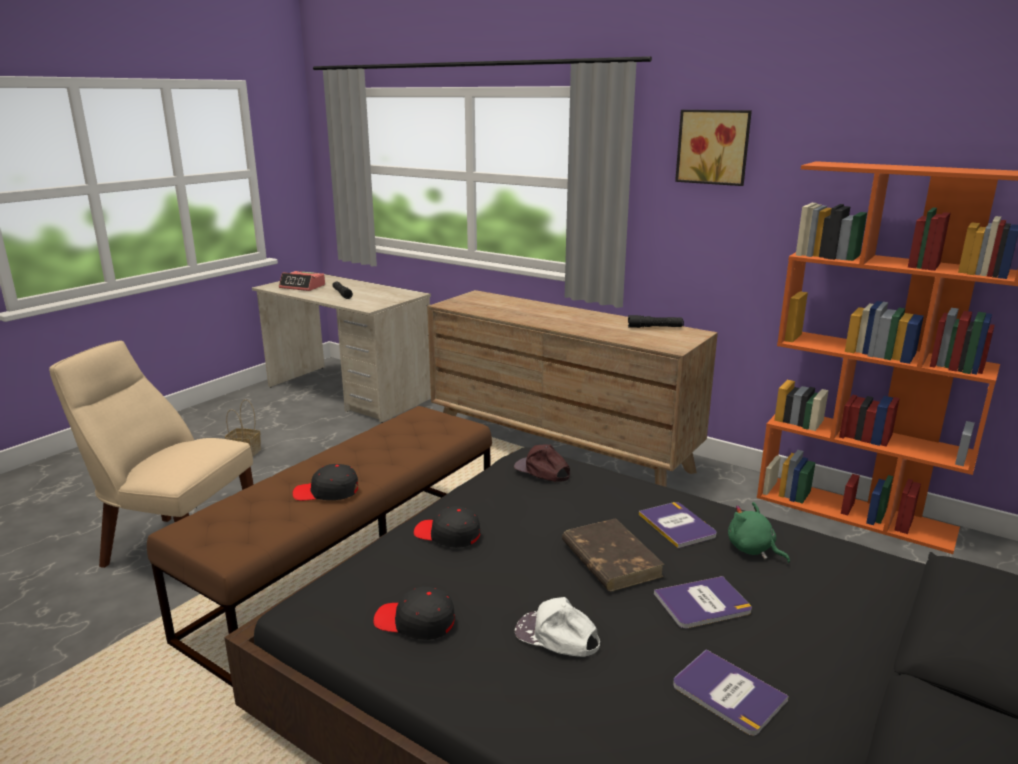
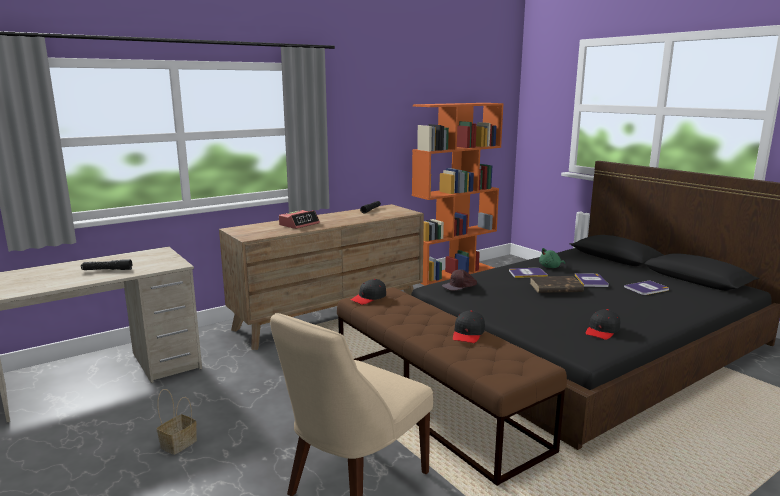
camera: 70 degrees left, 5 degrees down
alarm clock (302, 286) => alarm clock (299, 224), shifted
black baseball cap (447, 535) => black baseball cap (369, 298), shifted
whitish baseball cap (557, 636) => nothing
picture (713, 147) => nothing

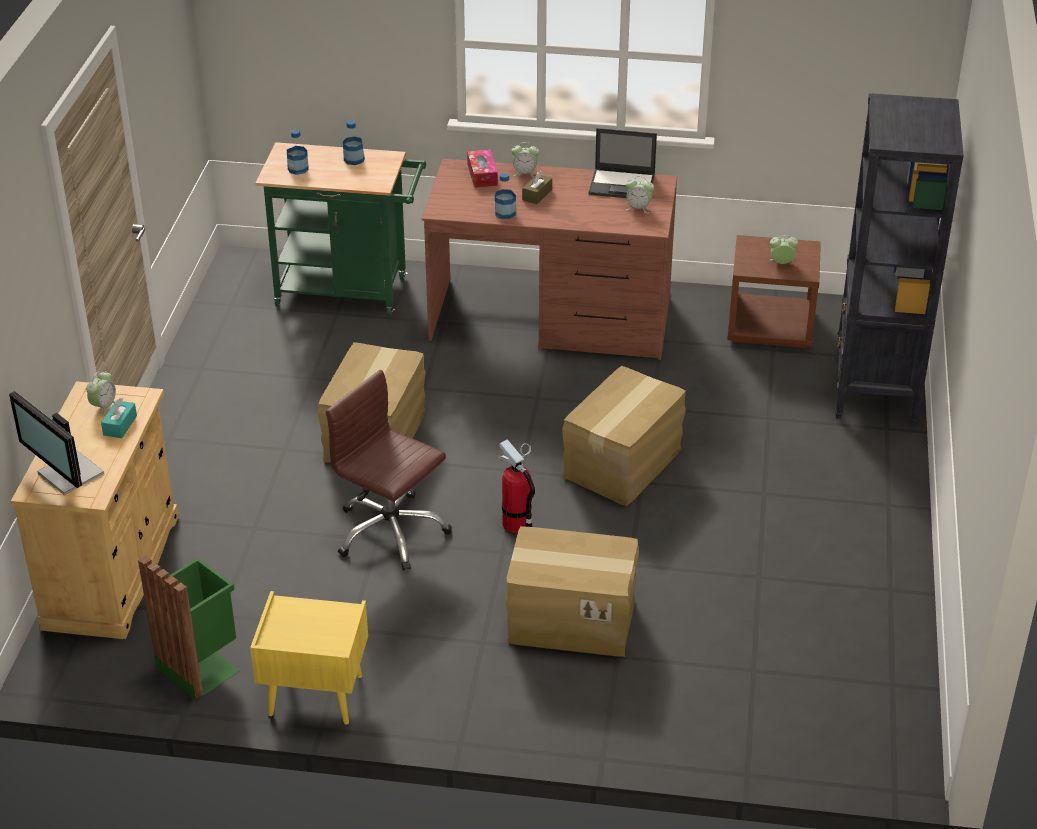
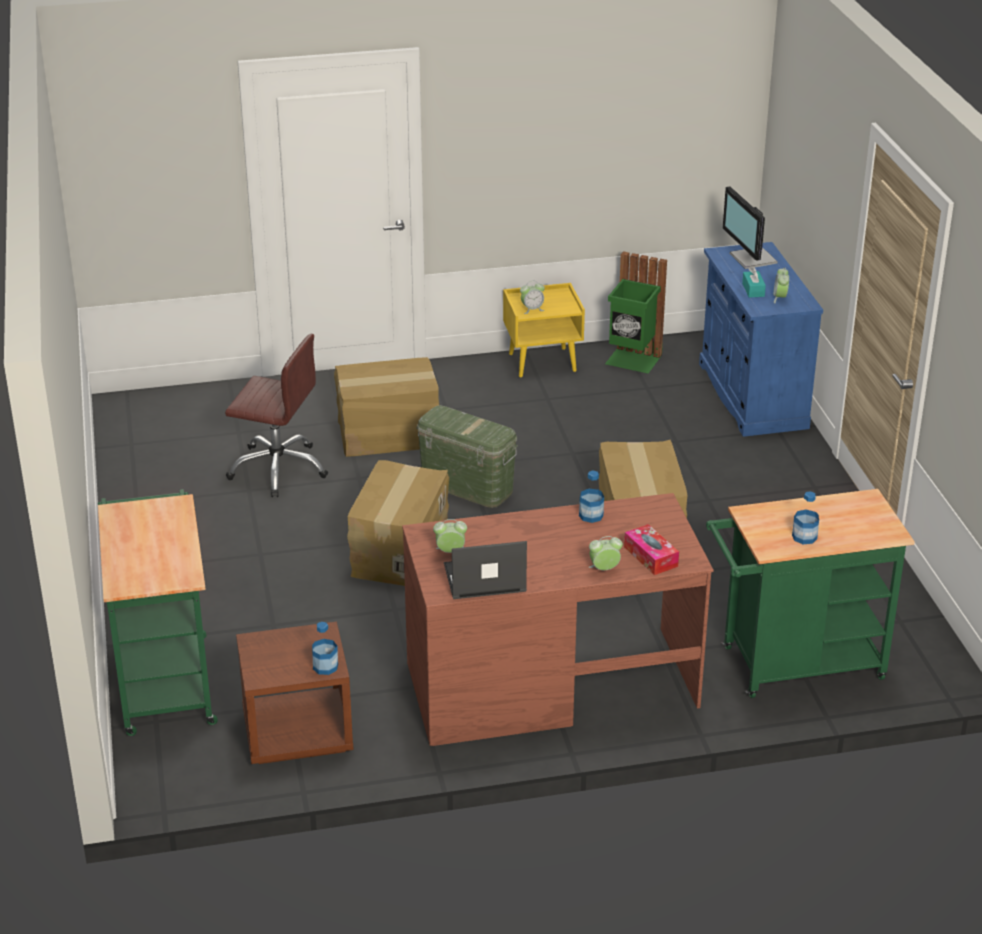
camera: 160 degrees right, 5 degrees down
black shelving unit (874, 392) => green-coloured wheeled cart (165, 678)
brown office chair (390, 532) => brown office chair (278, 469), shifted
drink bottle (298, 169) => drink bottle (325, 667), shifted
fire extinguisher (517, 524) => green-coloured storage box (467, 486)
alarm clock (781, 263) => alarm clock (532, 309), shifted
sand-coloured cabinet (112, 571) => blue-coloured cabinet (752, 395)
computer screen (69, 475) => computer screen (751, 259), 135 degrees counterclockwise
brown box of tissues (537, 195) => nothing

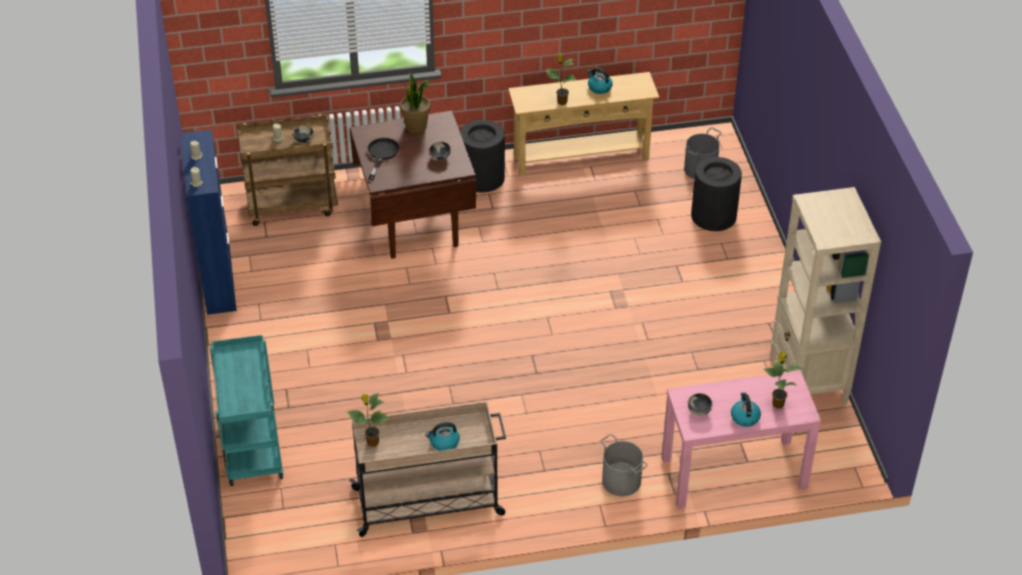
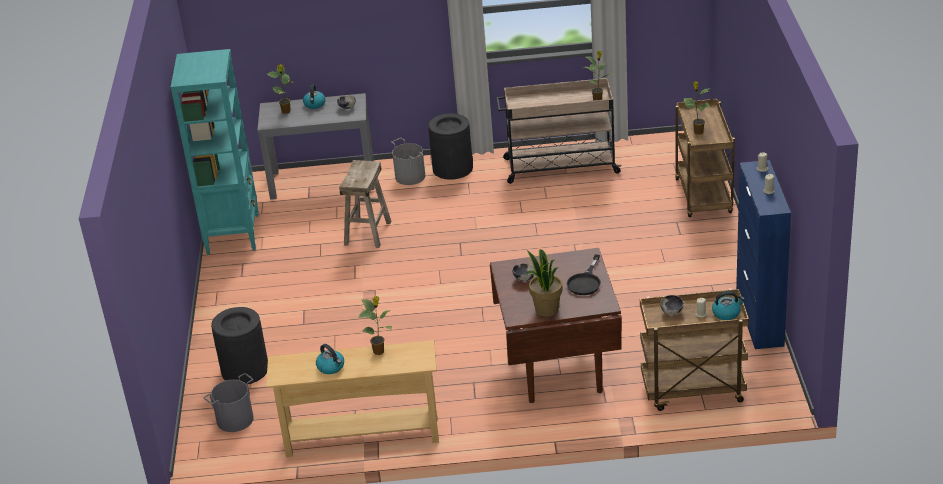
camera: 170 degrees left, 10 degrees down
sand-coloured shelving unit (807, 382) => turquoise-coloured shelving unit (233, 234)
pink-coloured hall table (733, 473) => grey hall table (323, 180)
nothing => sand-coloured stool seat (368, 233)
black waste bin (482, 178) => black waste bin (452, 168), shifted
turquoise-coloured wheeled cart (251, 446) => brown wheeled cart (704, 197)
nothing => potted plant (697, 132)
tea kettle (444, 442) => tea kettle (726, 313), shifted

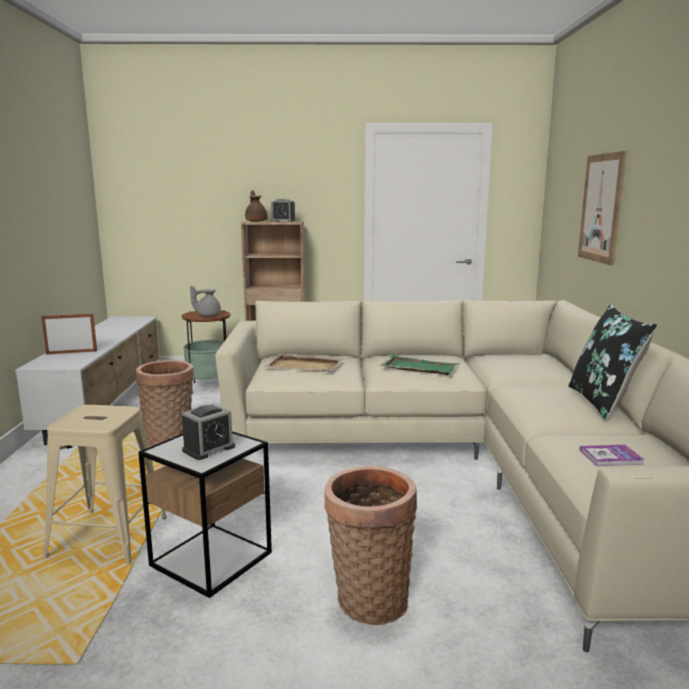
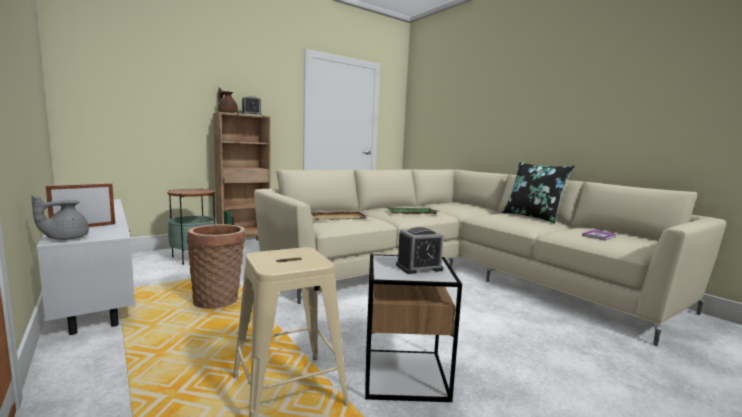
camera: 35 degrees left, 5 degrees down
grey tea pot (207, 315) => grey tea pot (65, 238), shifted
alarm clock (208, 449) => alarm clock (419, 267), 60 degrees clockwise
storage basket (368, 598) => nothing
picture (601, 208) => nothing

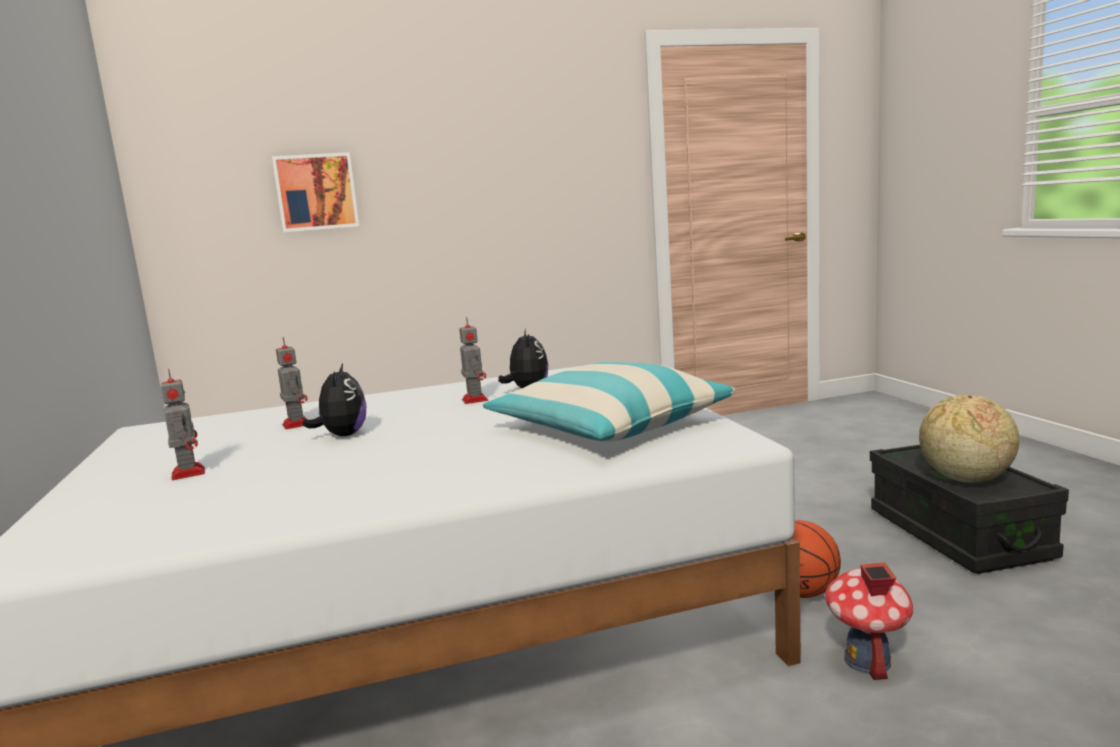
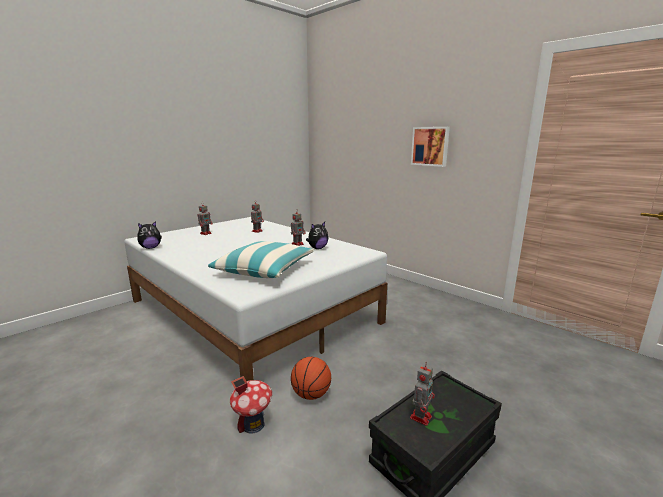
camera: 60 degrees right, 5 degrees up
plush toy (342, 435) => plush toy (150, 248), shifted
globe (965, 479) => toy robot (421, 416)
picture (316, 192) => picture (430, 146), shifted

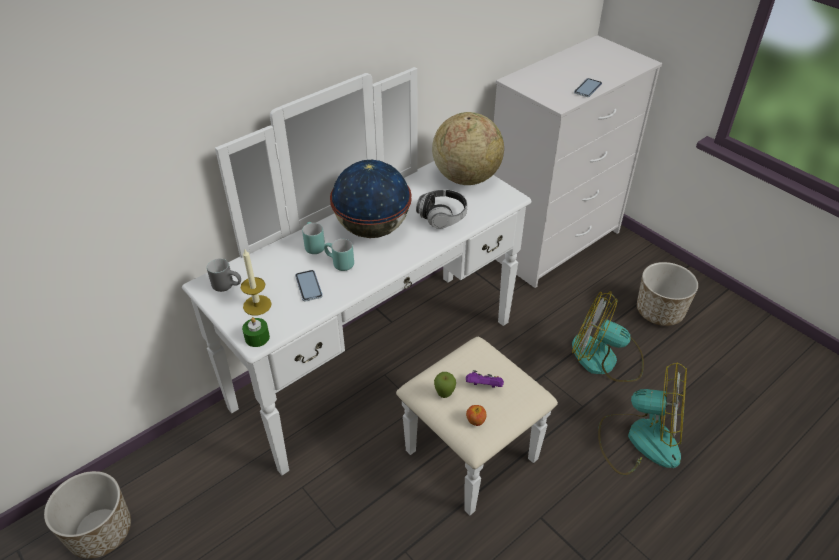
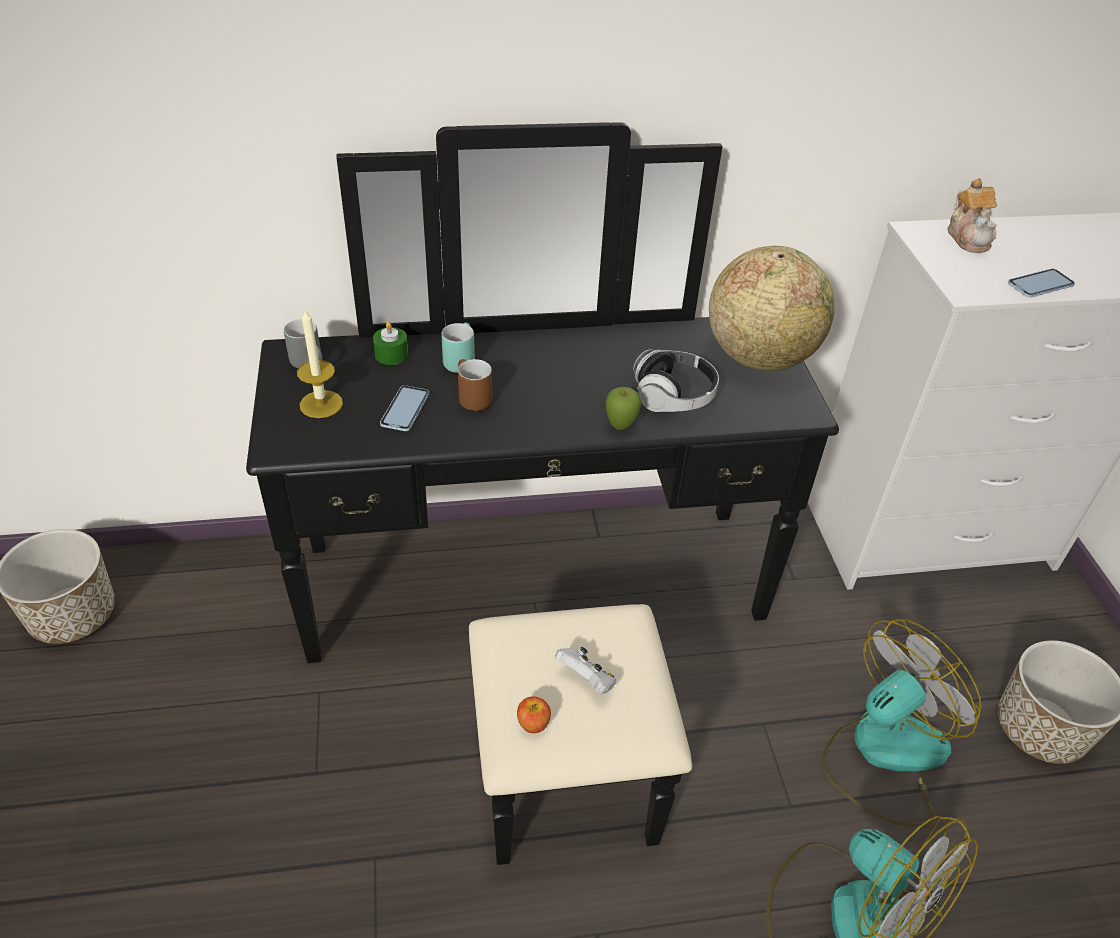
camera: 30 degrees right, 0 degrees up
whitish drawer chest (397, 382) => black drawer chest (543, 621)
green-coloured wax light (257, 337) => green-coloured wax light (391, 354), shifted
turquoise-coloured mug (338, 264) => brown mug (470, 398)
purple gamepad (484, 386) => whitish gamepad (587, 680)
apple (444, 395) => apple (620, 427), shifted
cooling fan (605, 359) => cooling fan (883, 754), 90 degrees clockwise
nothing => tea pot (968, 238)
globe (372, 229) => nothing

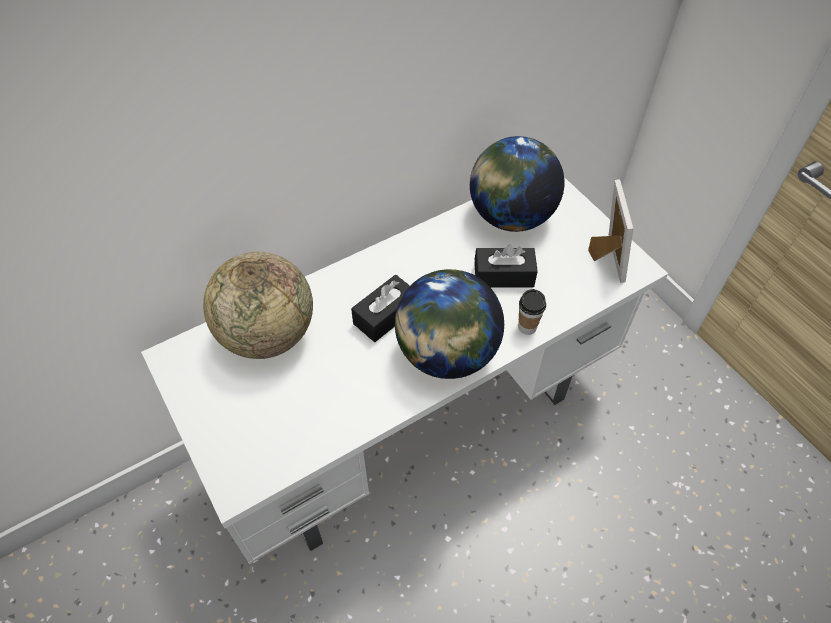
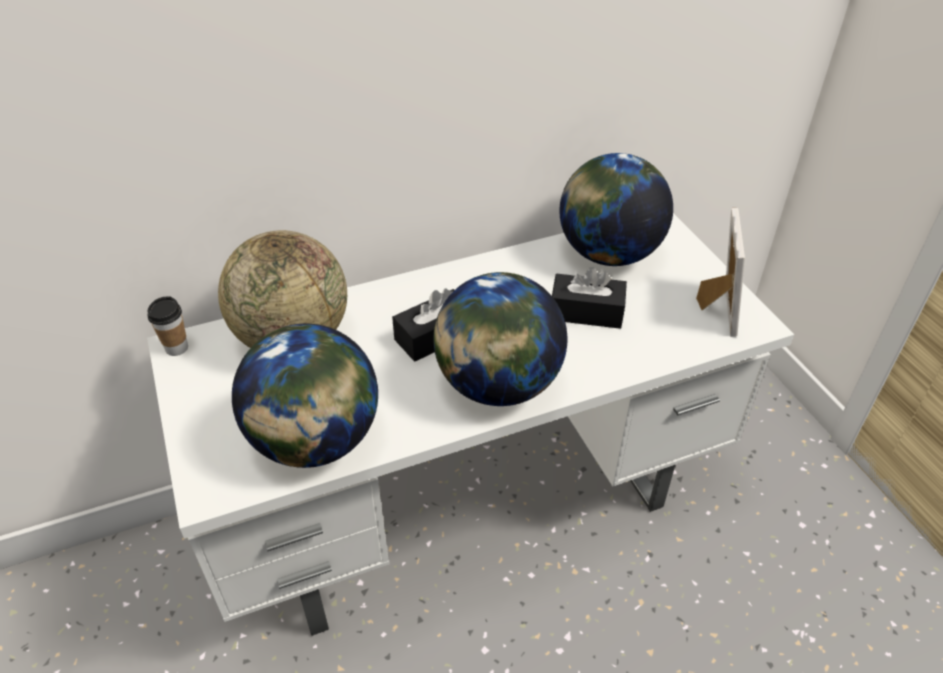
camera: 10 degrees right, 10 degrees down
small cup (527, 327) => small cup (177, 348), shifted
nothing => globe (315, 441)

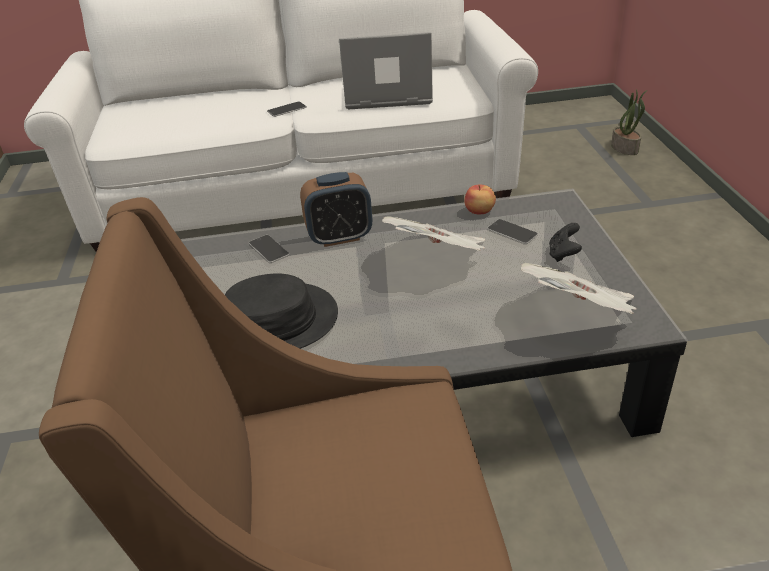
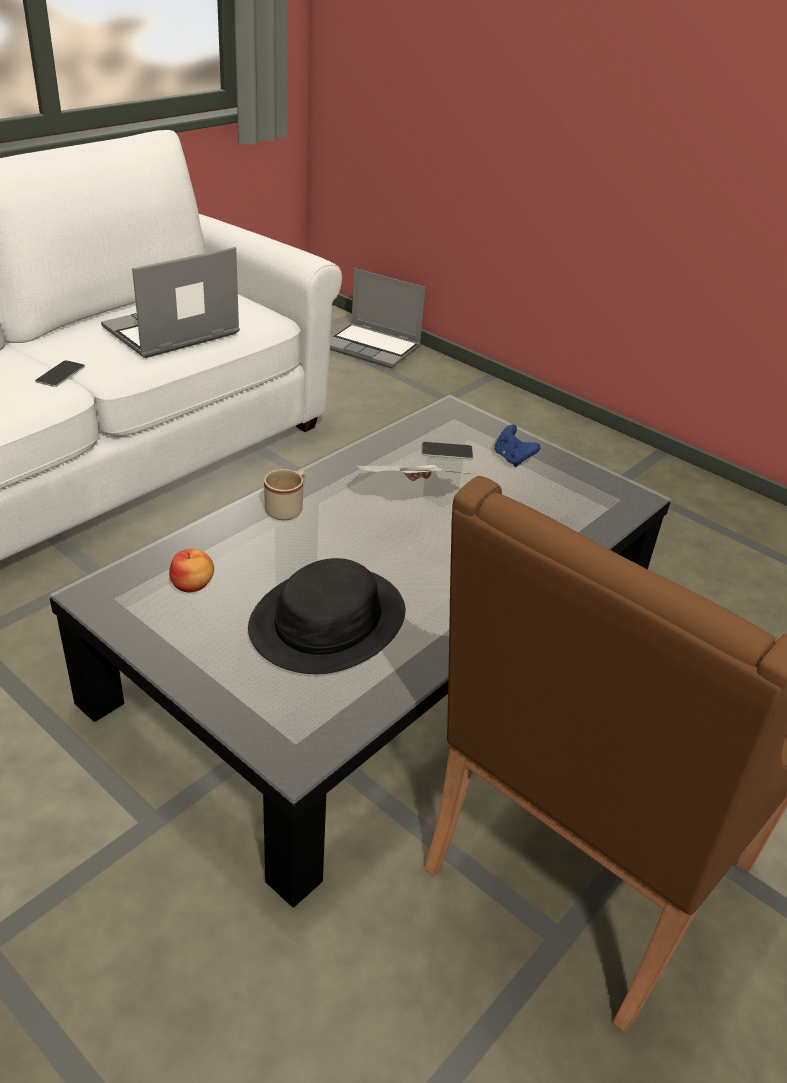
camera: 45 degrees left, 0 degrees up
apple (479, 211) => apple (193, 586), shifted
alarm clock (339, 237) => sand-coloured mug (287, 508)
potted plant (625, 148) => portable computer (373, 347)
black gamepad (563, 254) => blue-coloured gamepad (512, 458)
telephone (268, 249) => nothing
printed paper (580, 312) => nothing

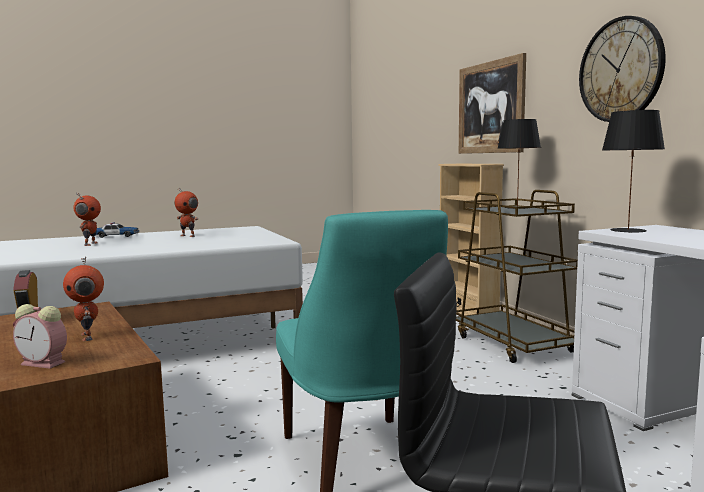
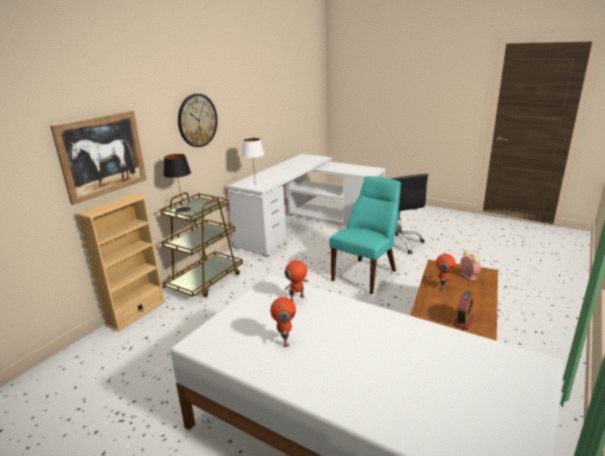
camera: 125 degrees left, 15 degrees up
black table lamp (628, 230) => whitish table lamp (255, 186)
toy robot (90, 244) => toy robot (297, 299), shifted
toy car (115, 236) => nothing

